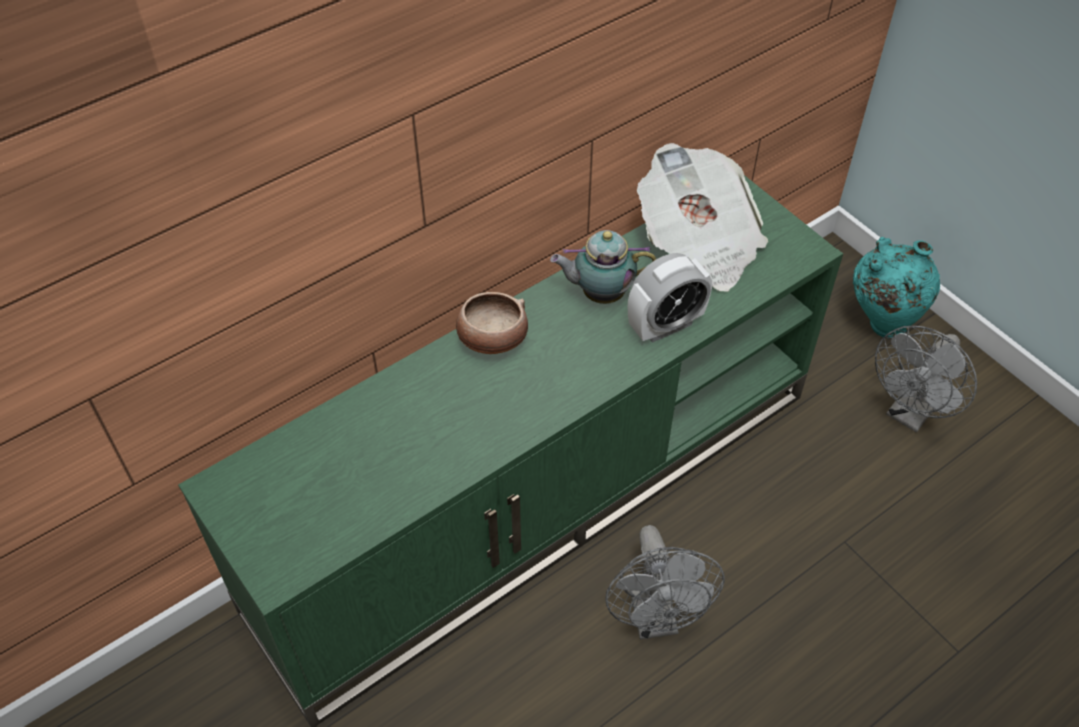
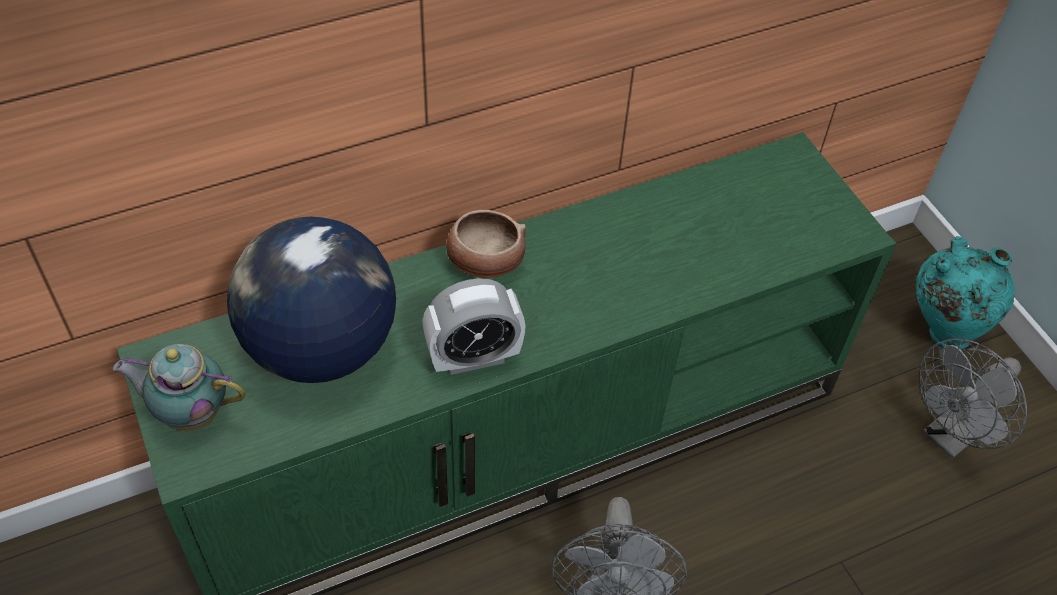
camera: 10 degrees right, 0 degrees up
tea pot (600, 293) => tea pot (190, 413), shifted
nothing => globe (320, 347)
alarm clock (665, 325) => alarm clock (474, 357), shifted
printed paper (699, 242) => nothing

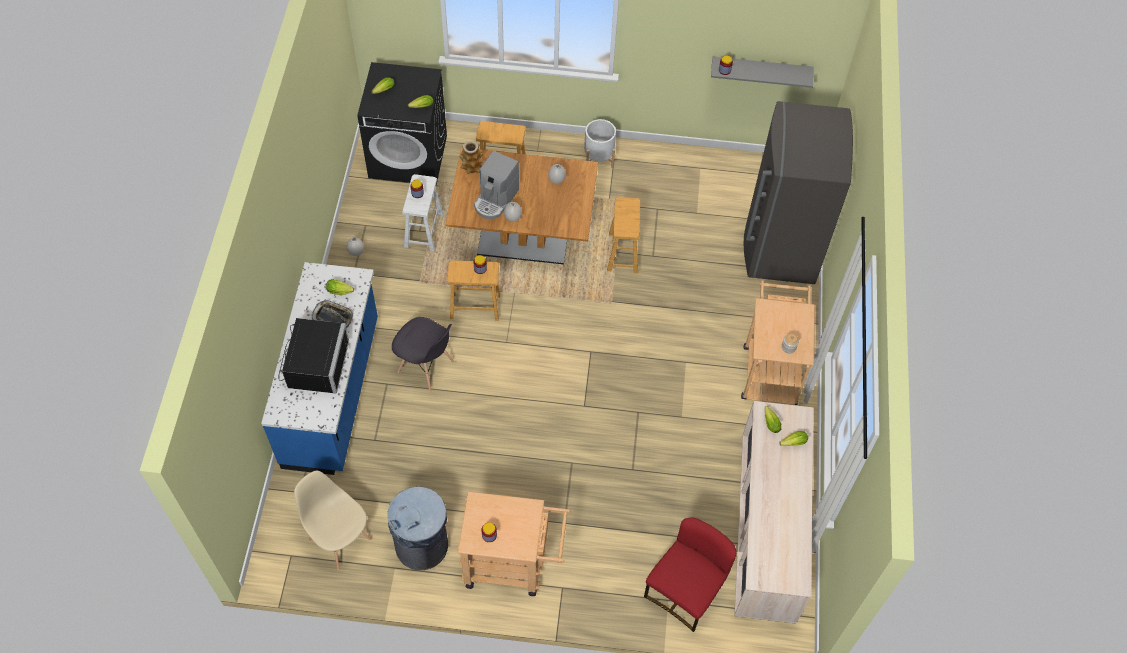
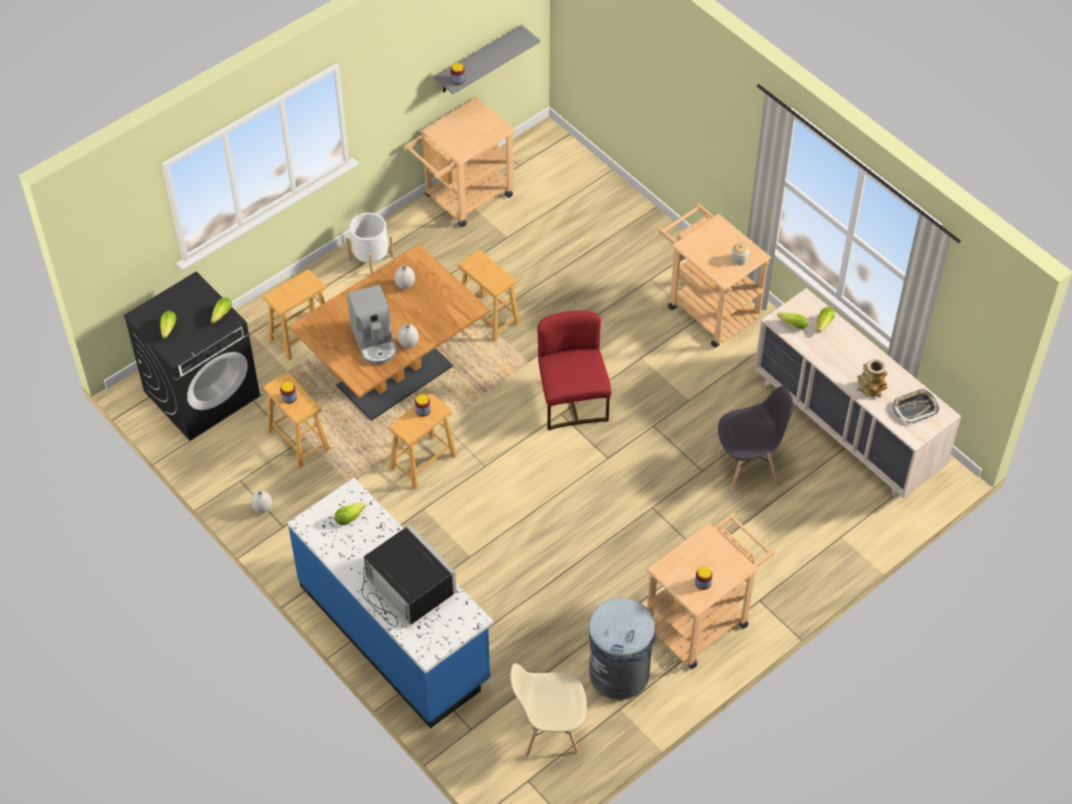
camera: 45 degrees left, 5 degrees down
whitish stool seat (423, 230) => brown stool seat (298, 441)
nothing => sand-coloured wheeled cart (463, 199)
red-coloured plain chair (685, 591) => red-coloured plain chair (572, 401), shifted
grey plain chair (426, 367) => grey plain chair (748, 465), shifted
vase (472, 166) => vase (870, 388), shifted
tray (333, 317) => tray (915, 408), shifted
grey refrigerator (780, 246) => nothing

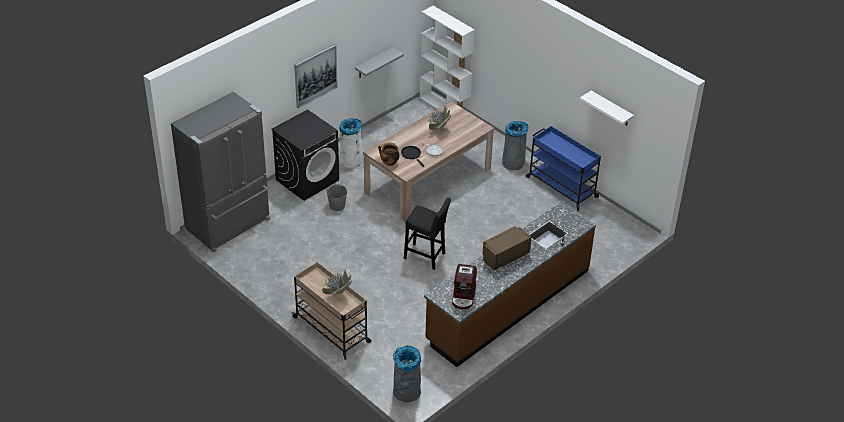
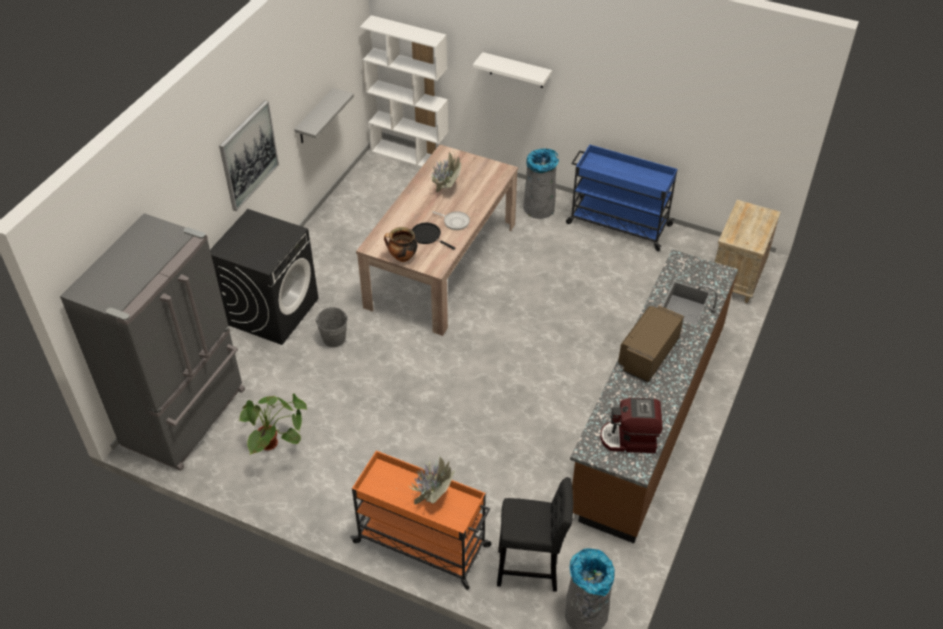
camera: 20 degrees left, 5 degrees up
nothing => potted plant (277, 446)
sand-coloured wheeled cart (332, 330) => orange-coloured wheeled cart (423, 544)
whitish wall shelf (611, 109) => whitish wall shelf (516, 70), shifted
black stool seat (426, 257) => black stool seat (531, 569), shifted
coffee brewer (464, 296) => coffee brewer (629, 439), 105 degrees clockwise
nothing => sand-coloured nightstand (736, 278)
whitish waste bin (351, 160) => nothing

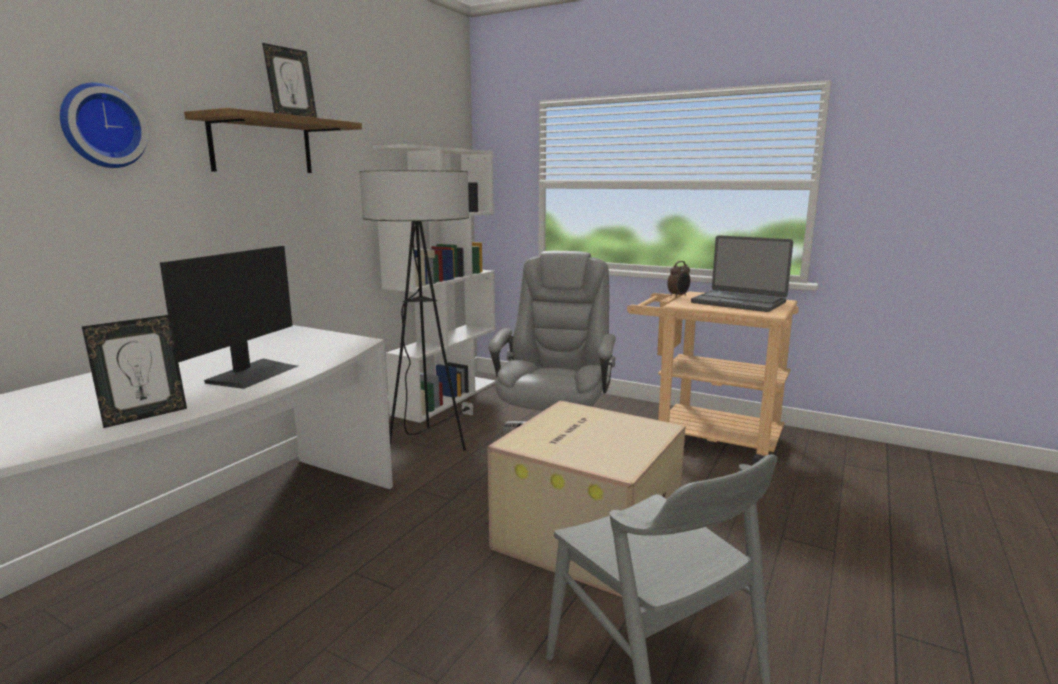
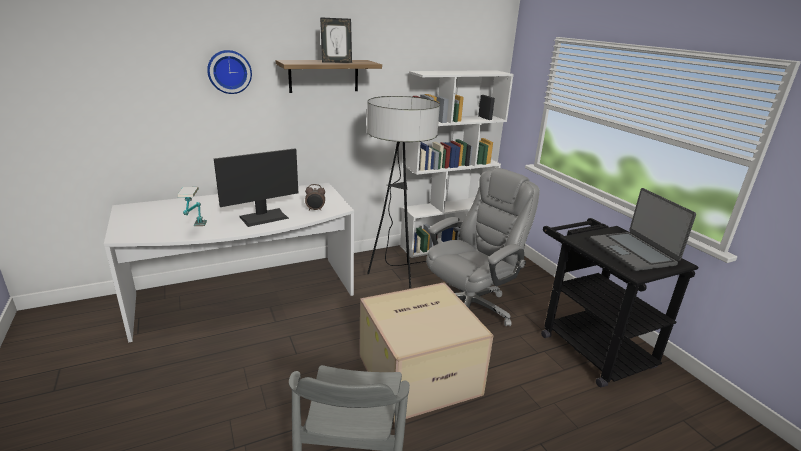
camera: 35 degrees right, 10 degrees up
standing frame (145, 416) => table lamp (196, 231)
alarm clock (678, 296) => alarm clock (315, 210), shifted
sand-coloured wheeled cart (705, 437) => black wheeled cart (588, 345)

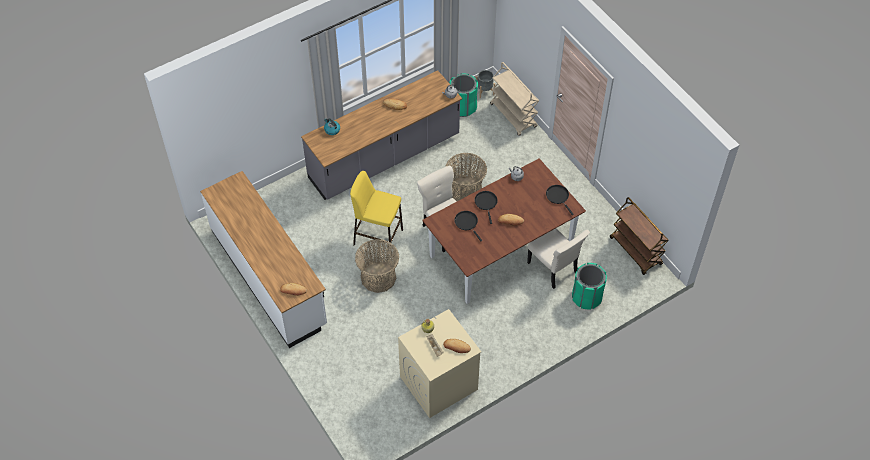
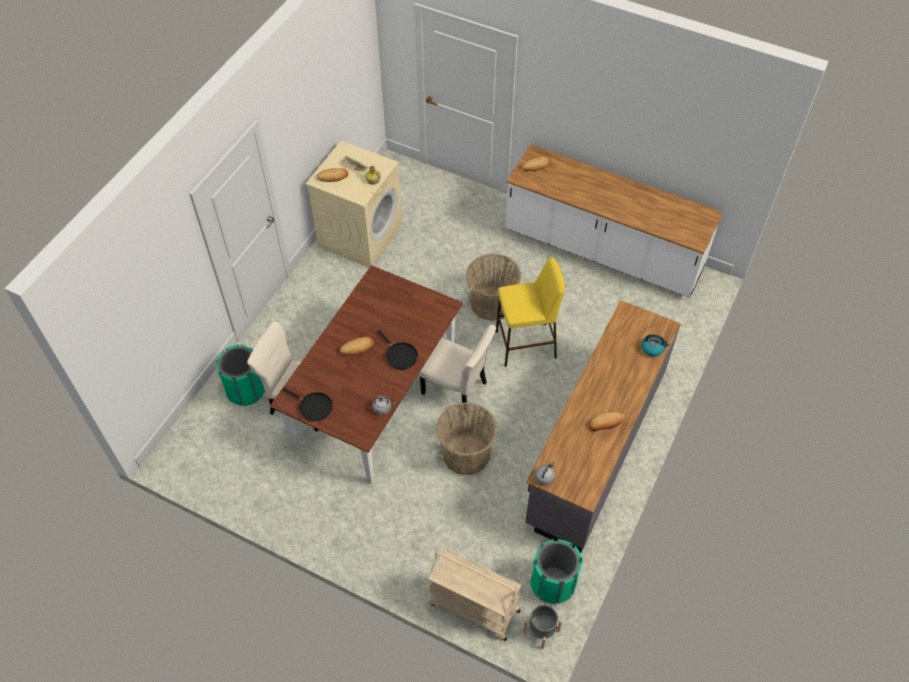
camera: 150 degrees right, 0 degrees up
black skillet (467, 223) => nothing
brown wheeled cart (636, 251) => nothing

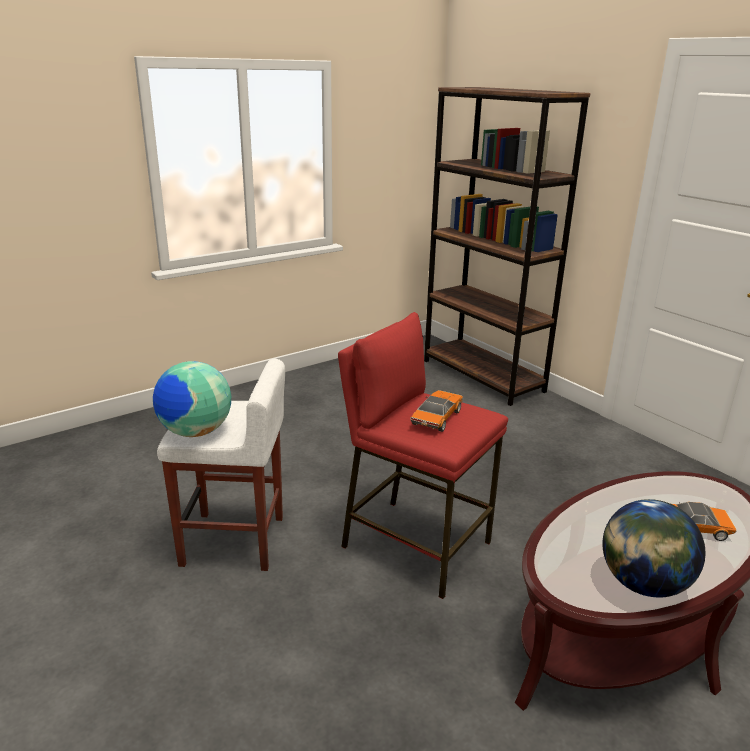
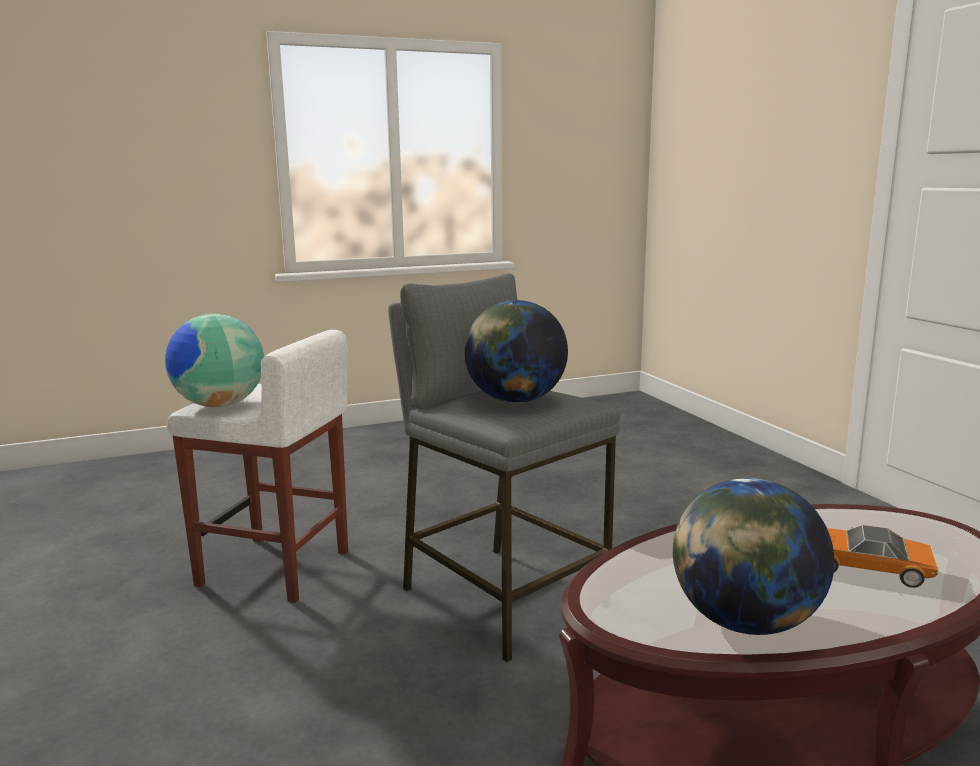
camera: 15 degrees right, 10 degrees down
red-coloured stool seat (415, 544) => grey stool seat (503, 597)
toy car (437, 417) => globe (515, 400)
brown shelving unit (482, 376) => nothing

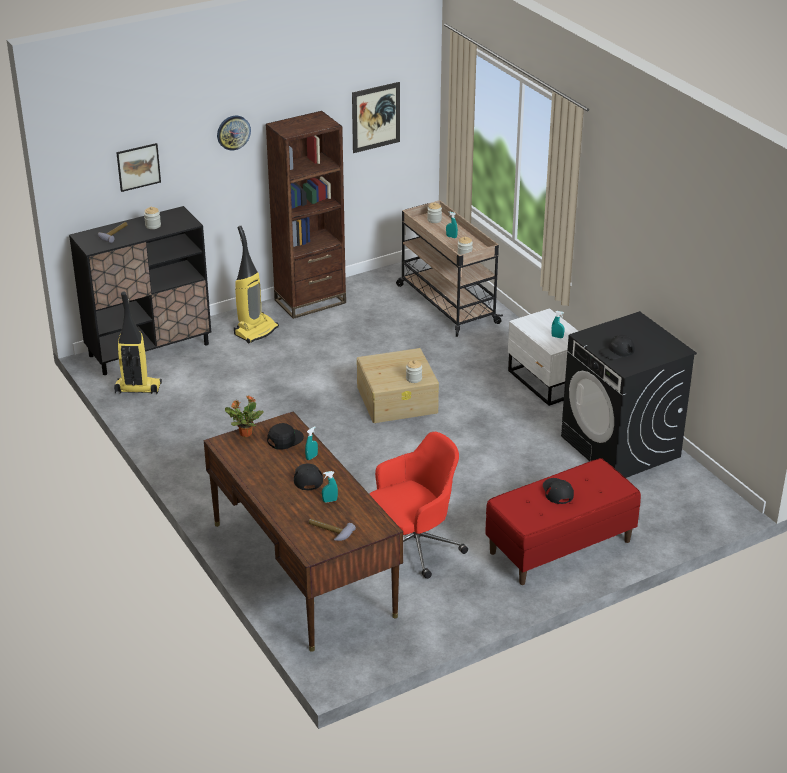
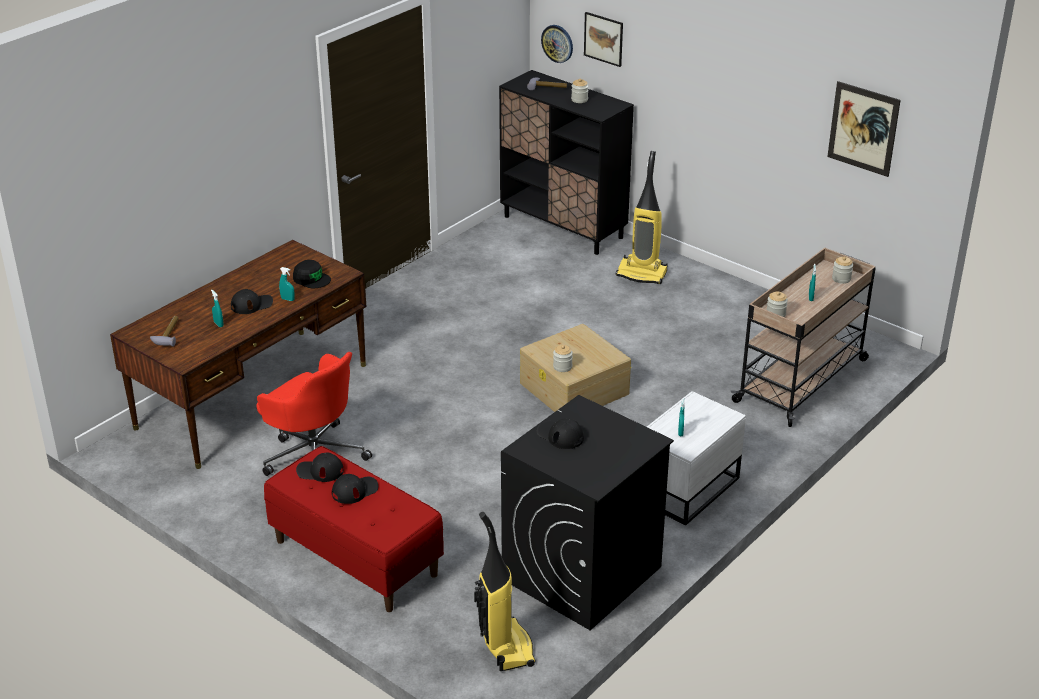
camera: 70 degrees right, 0 degrees up
nothing => black baseball cap (320, 471)
hoover (137, 389) => hoover (505, 647), shifted
clock on the wall (233, 132) => clock on the wall (557, 43), shifted
potted plant (245, 433) => nothing
brown shelving unit (310, 301) => nothing

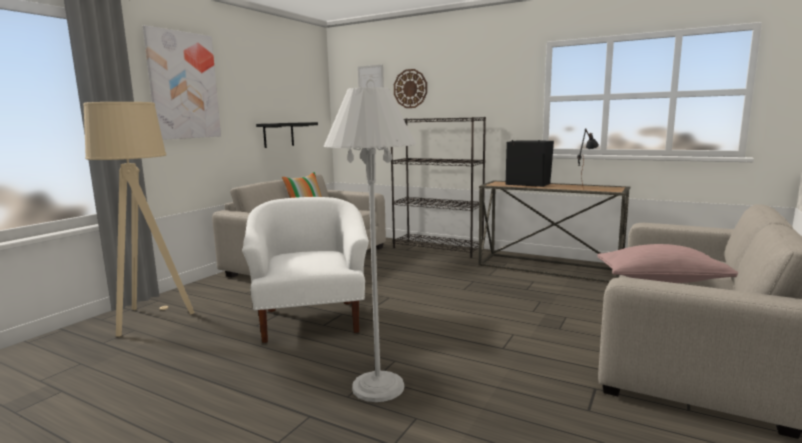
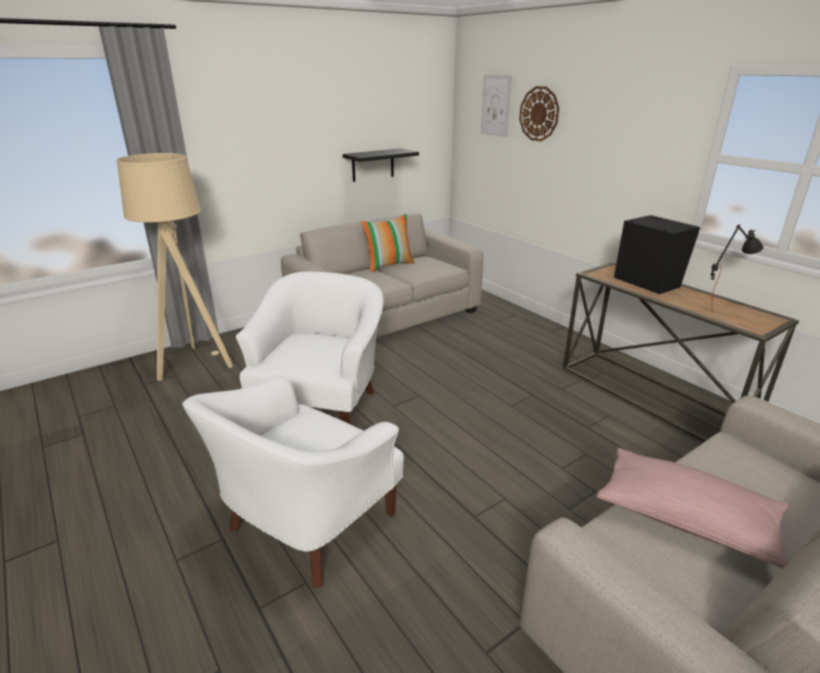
camera: 25 degrees right, 15 degrees up
whitish floor lamp (378, 387) => whitish armchair (305, 525)
picture (183, 85) => nothing
black shelving unit (438, 248) => nothing

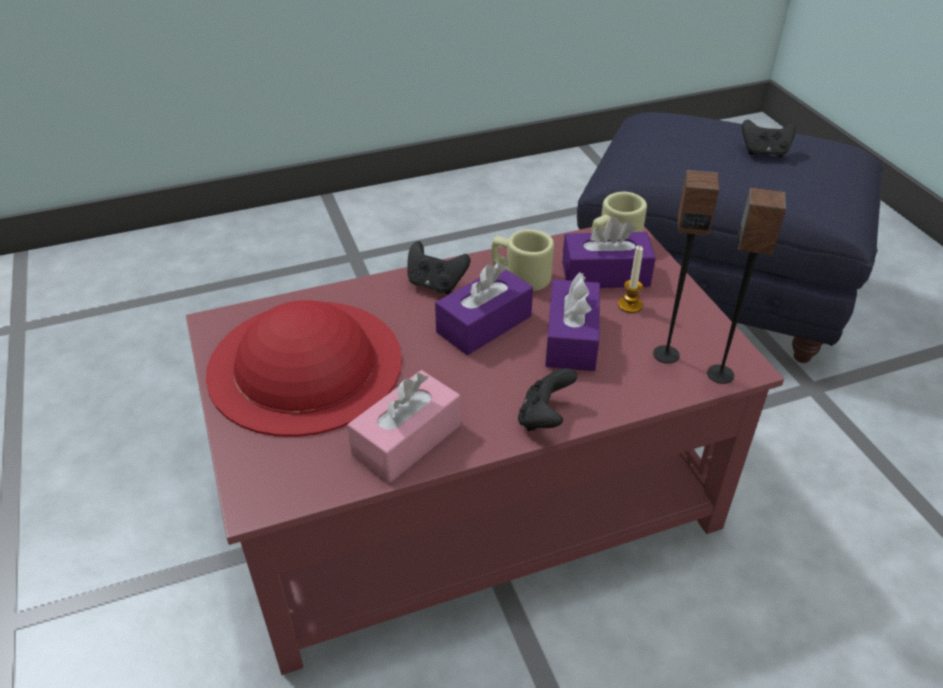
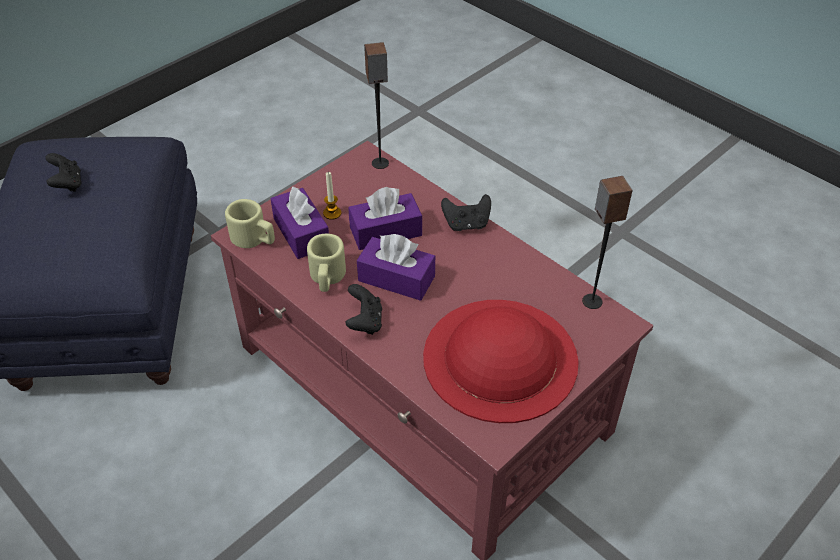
camera: 115 degrees left, 5 degrees up
loudspeaker (666, 354) => loudspeaker (591, 301), shifted
pink-coloured box of tissues (407, 440) => nothing

